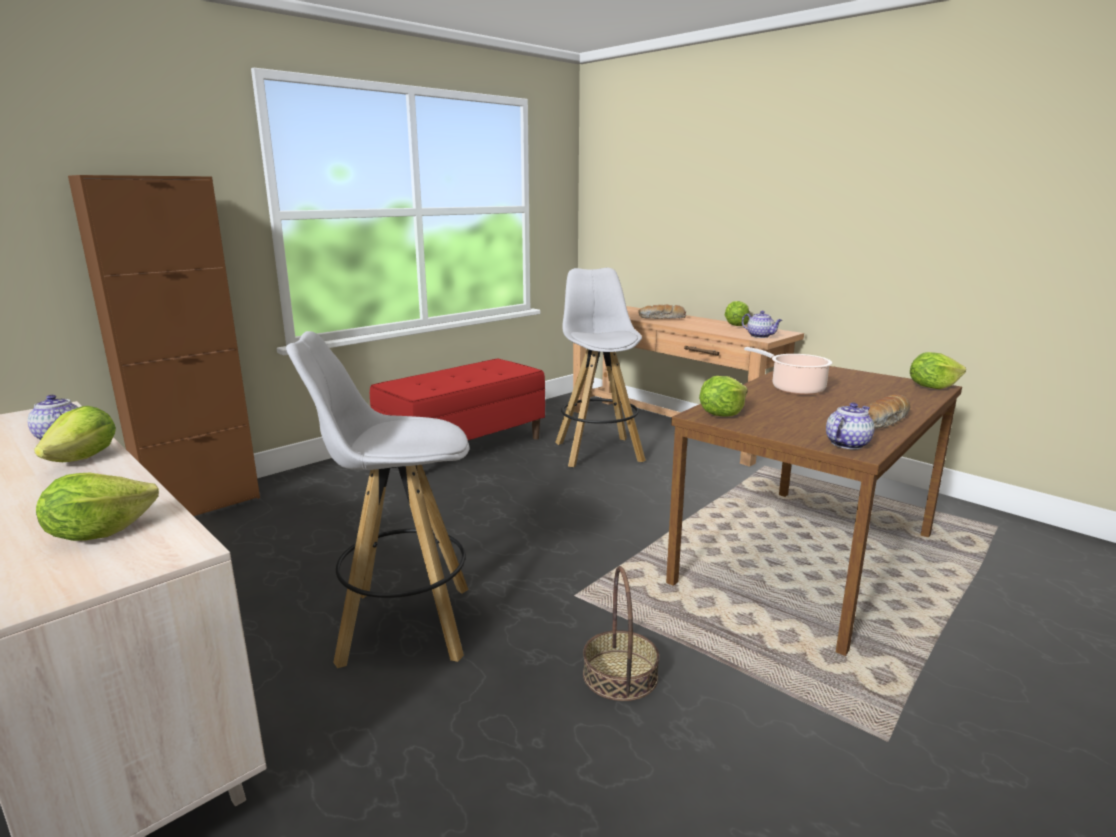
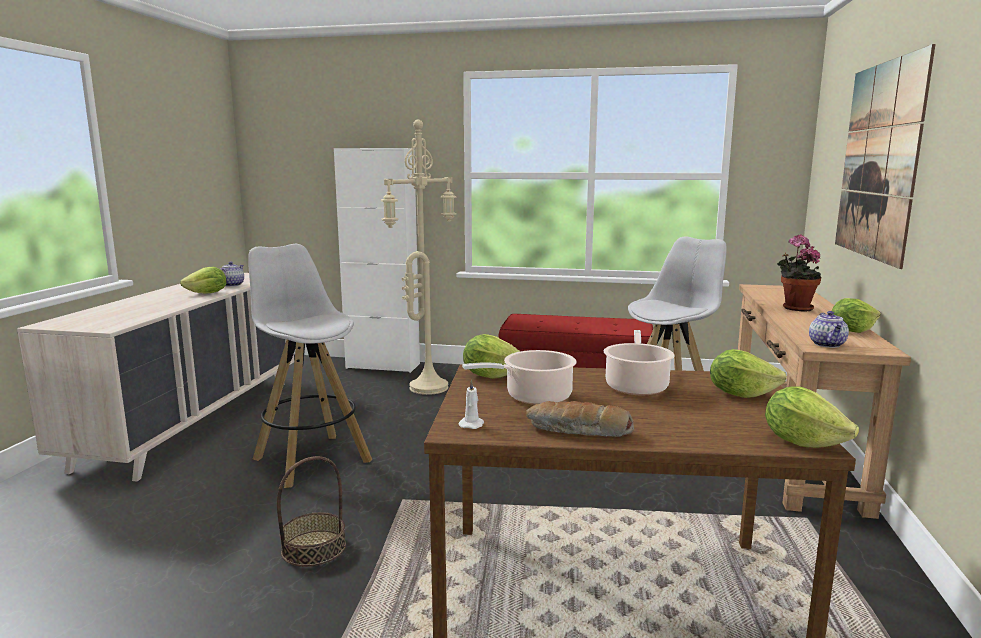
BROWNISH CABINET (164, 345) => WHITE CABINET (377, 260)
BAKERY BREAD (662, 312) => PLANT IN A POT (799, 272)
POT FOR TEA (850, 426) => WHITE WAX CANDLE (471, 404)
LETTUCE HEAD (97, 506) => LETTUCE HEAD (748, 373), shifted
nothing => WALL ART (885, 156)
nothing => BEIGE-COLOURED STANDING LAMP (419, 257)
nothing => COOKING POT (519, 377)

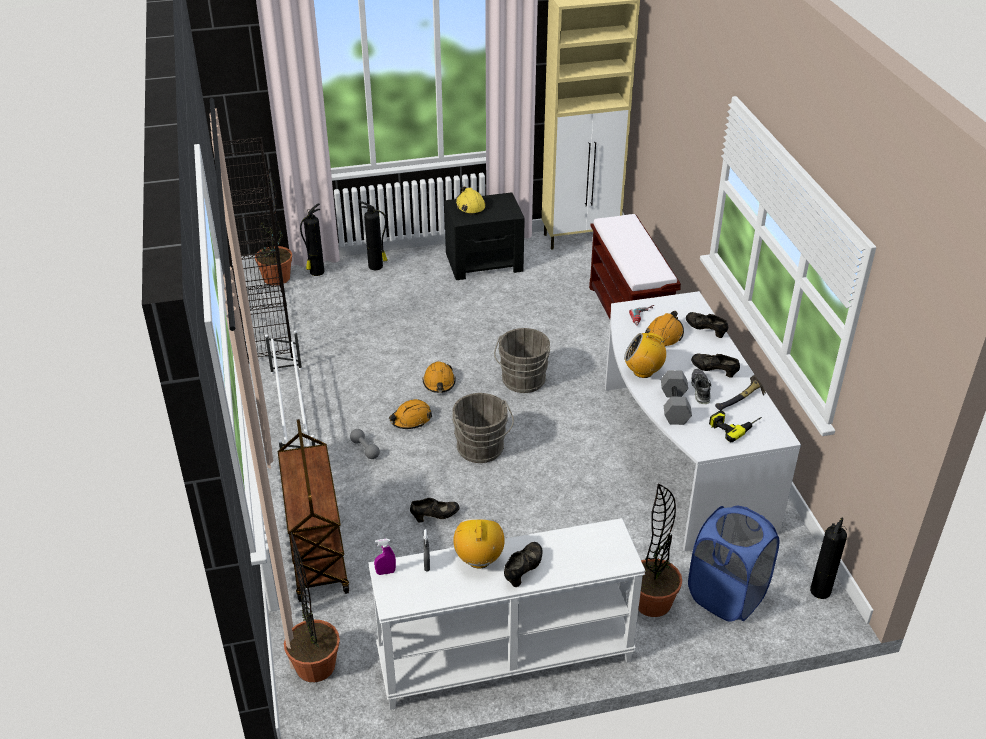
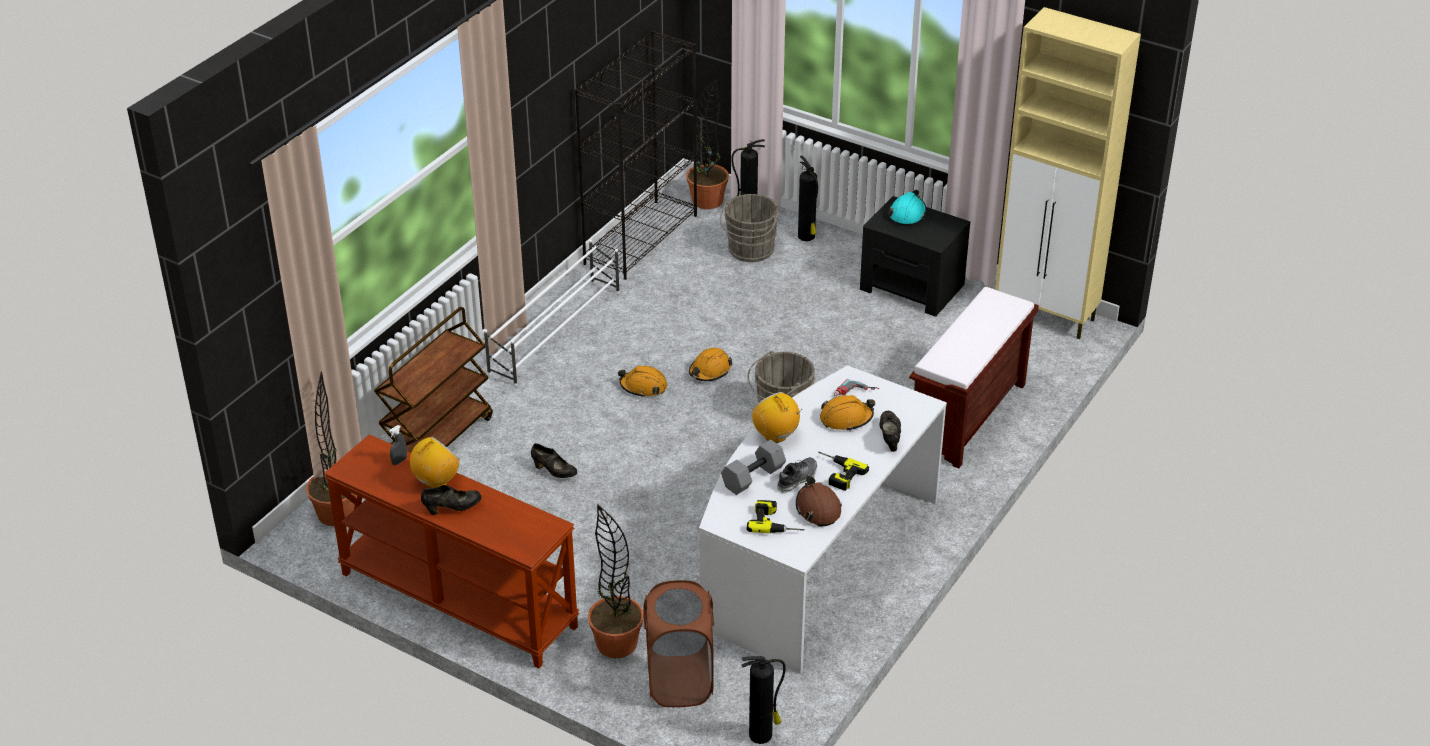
YELLOWISH WORK HELMET (470, 201) => TURQUOISE WORK HELMET (907, 208)
BLACK ITEM OF FOOTWEAR (715, 365) => ELECTRIC DRILL (843, 471)
HAND HAMMER (740, 392) => BROWNISH WORK HELMET (819, 501)
GREYISH PAIL (483, 428) => GREYISH PAIL (749, 228), shifted
GREYISH HAND WEIGHT (365, 444) => nothing
BLUE LAUNDRY BASKET (733, 564) => BROWNISH LAUNDRY BASKET (678, 643)
WHITE CONSOLE TABLE (506, 614) => BROWNISH CONSOLE TABLE (451, 551)
PURPLISH SPRAY BOTTLE (385, 557) => nothing

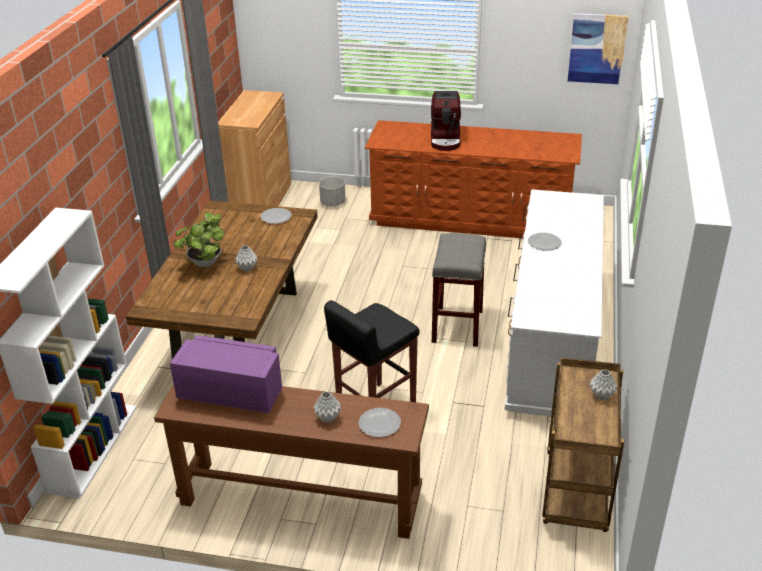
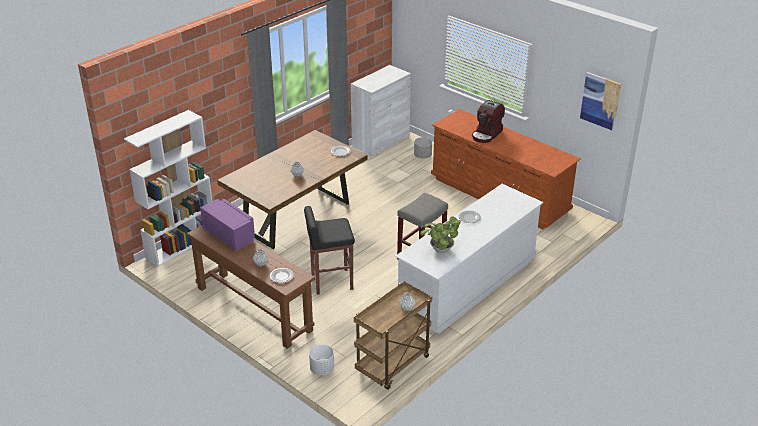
BROWNISH CABINET (254, 148) => WHITE CABINET (381, 111)
PLANT IN A POT (198, 239) => PLANT IN A POT (440, 234), shifted
nothing => WHITE PLANTER (321, 360)

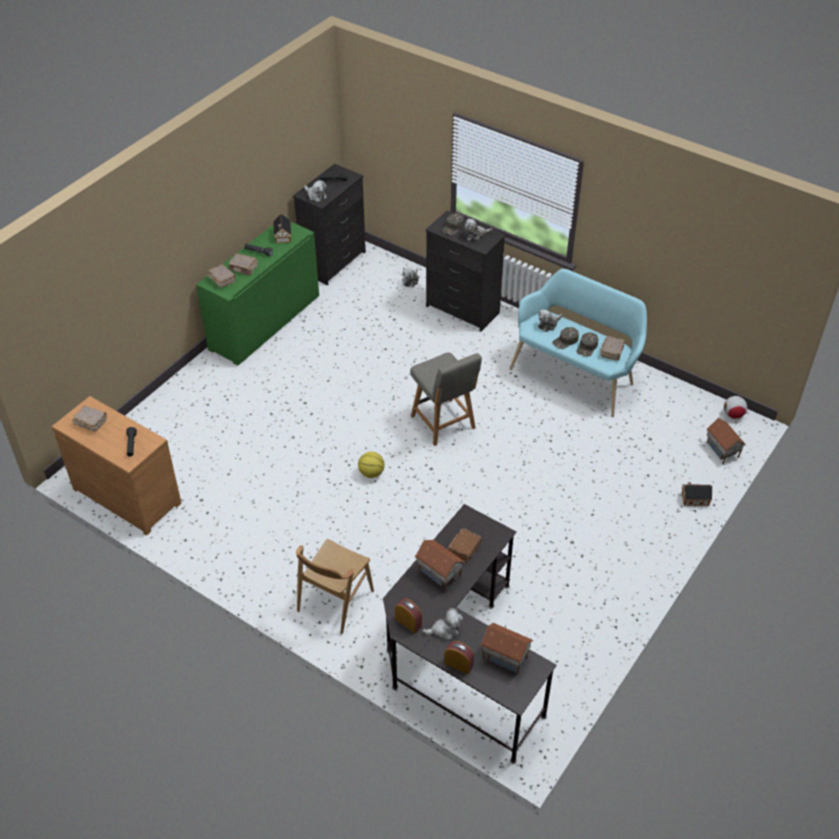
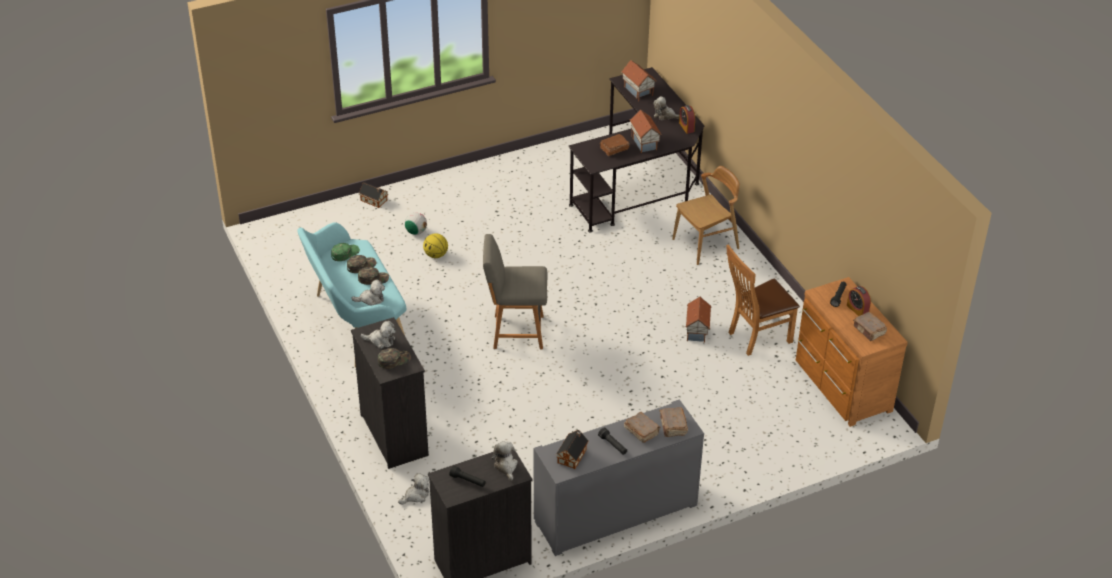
GREEN CABINET (257, 294) => GREYISH CABINET (619, 477)
BROWNISH BOUND BOOK (613, 348) => GREEN BASEBALL CAP (345, 252)
GREYISH CHAIR (446, 399) => GREYISH CHAIR (515, 291), 90 degrees counterclockwise
BALL FOR FOOTBALL (735, 407) => BALL FOR FOOTBALL (416, 224), shifted
MINIATURE HOUSE (726, 441) => MINIATURE HOUSE (698, 320), shifted
BASKETBALL (371, 465) => BASKETBALL (435, 245), shifted
BEDSIDE CLOCK (459, 657) => BEDSIDE CLOCK (859, 301), shifted
nothing => BROWNISH CHAIR (763, 300)

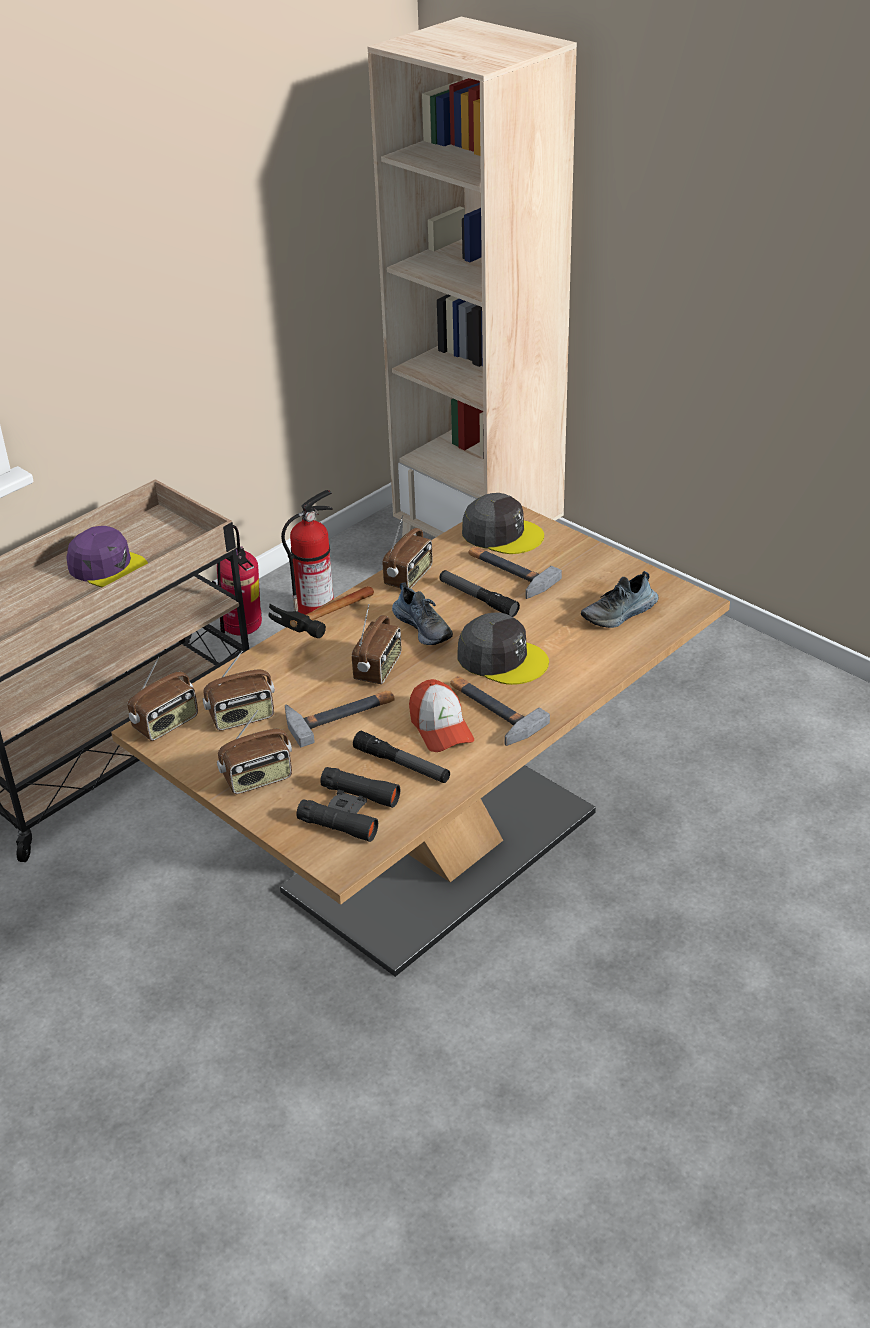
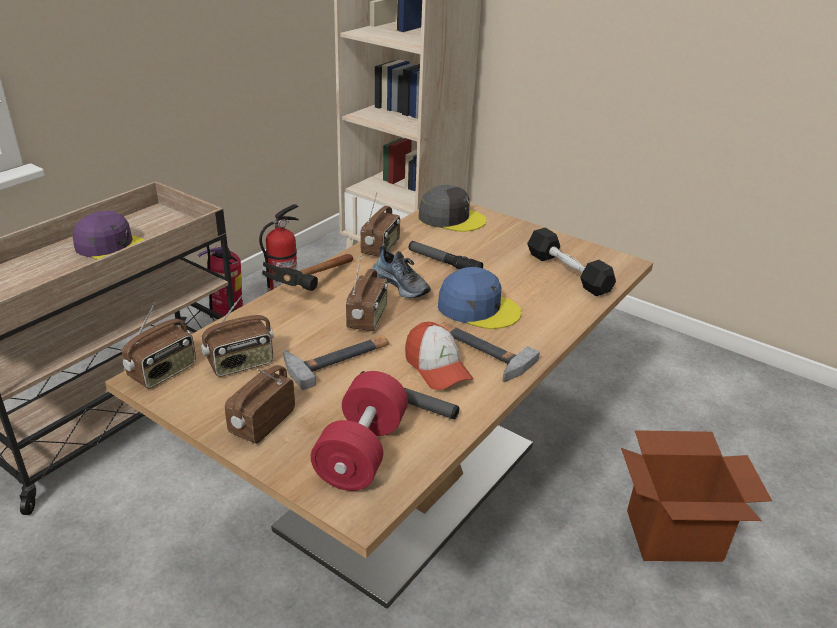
HAND HAMMER (515, 572) => nothing
ITEM OF FOOTWEAR (619, 599) => BLACK HAND WEIGHT (571, 262)
GREYISH BASEBALL CAP (503, 648) => BLUE BASEBALL CAP (480, 298)
RADIO RECEIVER (254, 752) => RADIO RECEIVER (260, 404), 150 degrees clockwise
BLACK FIELD GLASSES (348, 804) => RED-COLOURED HAND WEIGHT (359, 431)
nothing => CARDBOARD BOX (696, 496)

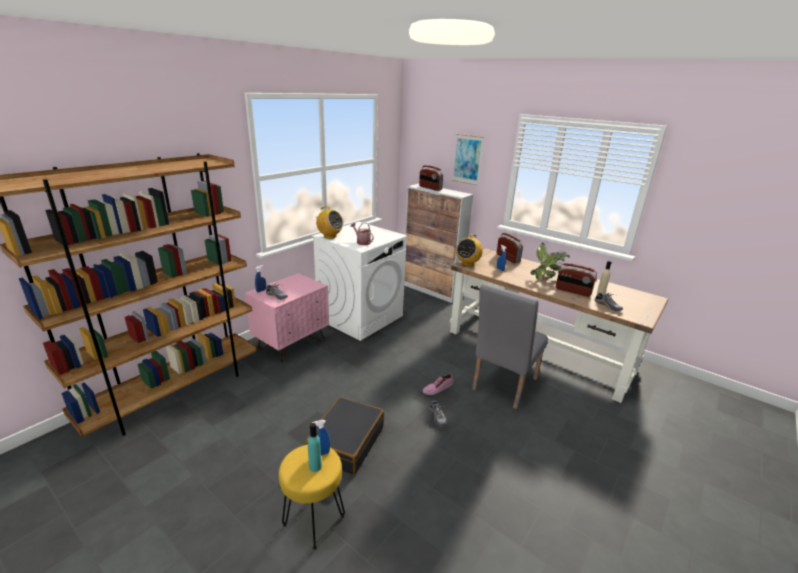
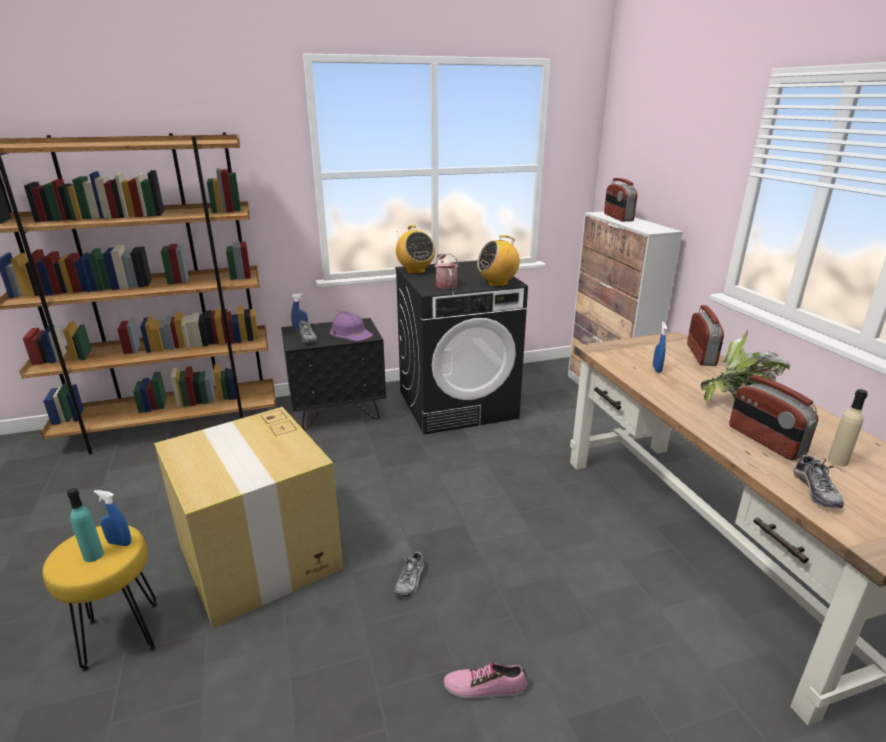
WALL ART (468, 159) => nothing
WHITE LAUNDRY APPLIANCE (359, 281) => BLACK LAUNDRY APPLIANCE (461, 347)
RADIO RECEIVER (469, 250) => RADIO RECEIVER (498, 261), shifted
PINK BEDSIDE TABLE (287, 317) => BLACK BEDSIDE TABLE (333, 374)
GREYISH CHAIR (510, 346) => nothing
ITEM OF FOOTWEAR (438, 384) => ITEM OF FOOTWEAR (485, 681), shifted
BLACK PIECE OF LUGGAGE (344, 436) => CARDBOARD BOX (248, 517)
nothing => PURPLISH WORK HELMET (351, 326)

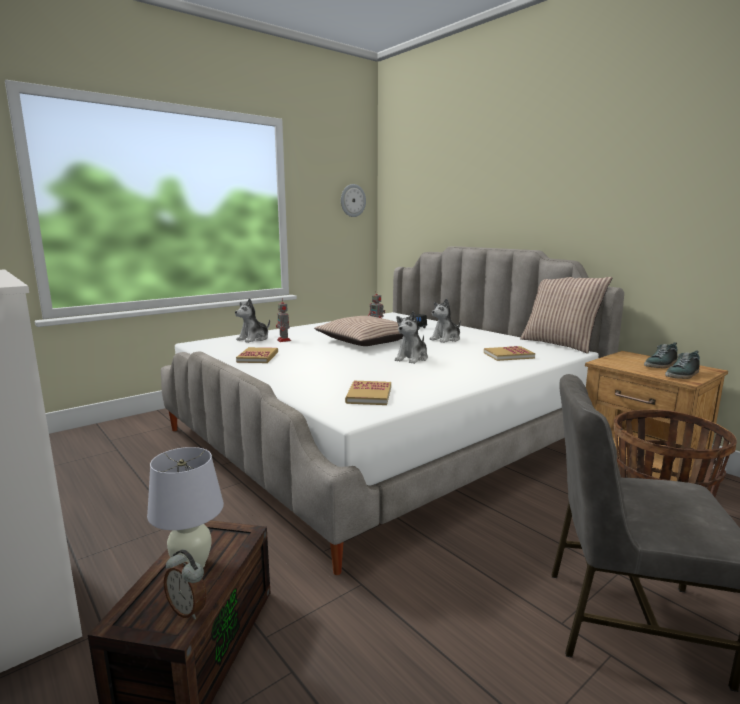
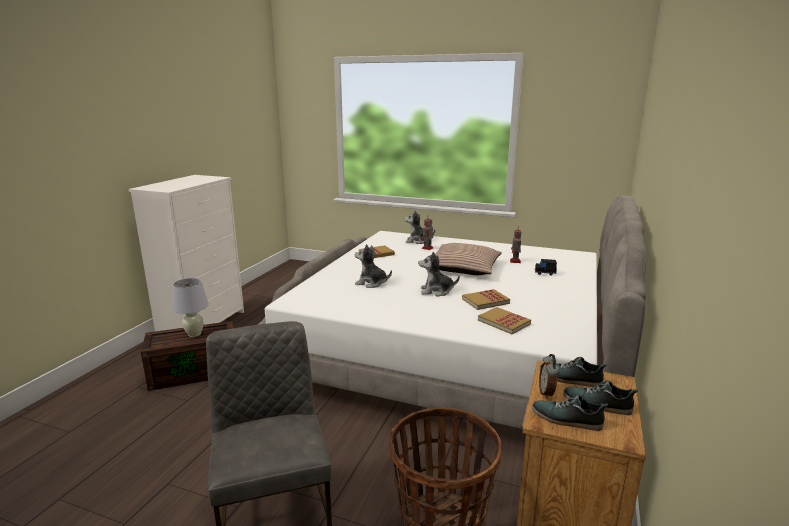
CLOCK ON THE WALL (353, 200) => nothing
CUSHION (566, 315) => nothing
SOFT TOY (445, 320) => SOFT TOY (373, 266), shifted
BOUND BOOK (368, 393) => BOUND BOOK (486, 299), shifted
BEDSIDE CLOCK (185, 584) => BEDSIDE CLOCK (549, 376), shifted
nothing => ITEM OF FOOTWEAR (573, 372)

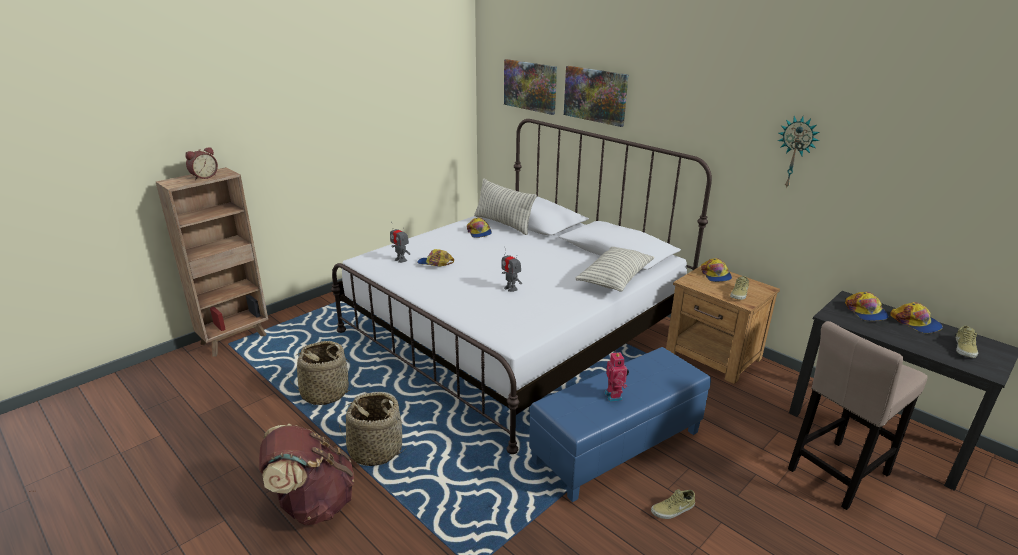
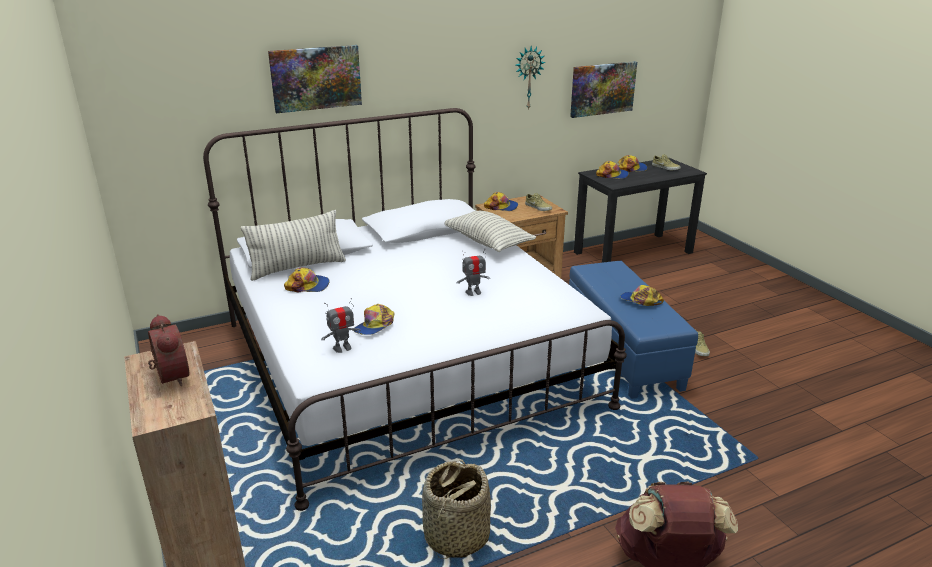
WALL ART (530, 87) => WALL ART (603, 89), shifted
BEIGE-COLOURED STOOL SEAT (858, 415) => nothing
TOY ROBOT (616, 376) => BASEBALL CAP (642, 295)
HOUSEHOLD BASKET (372, 429) => nothing

